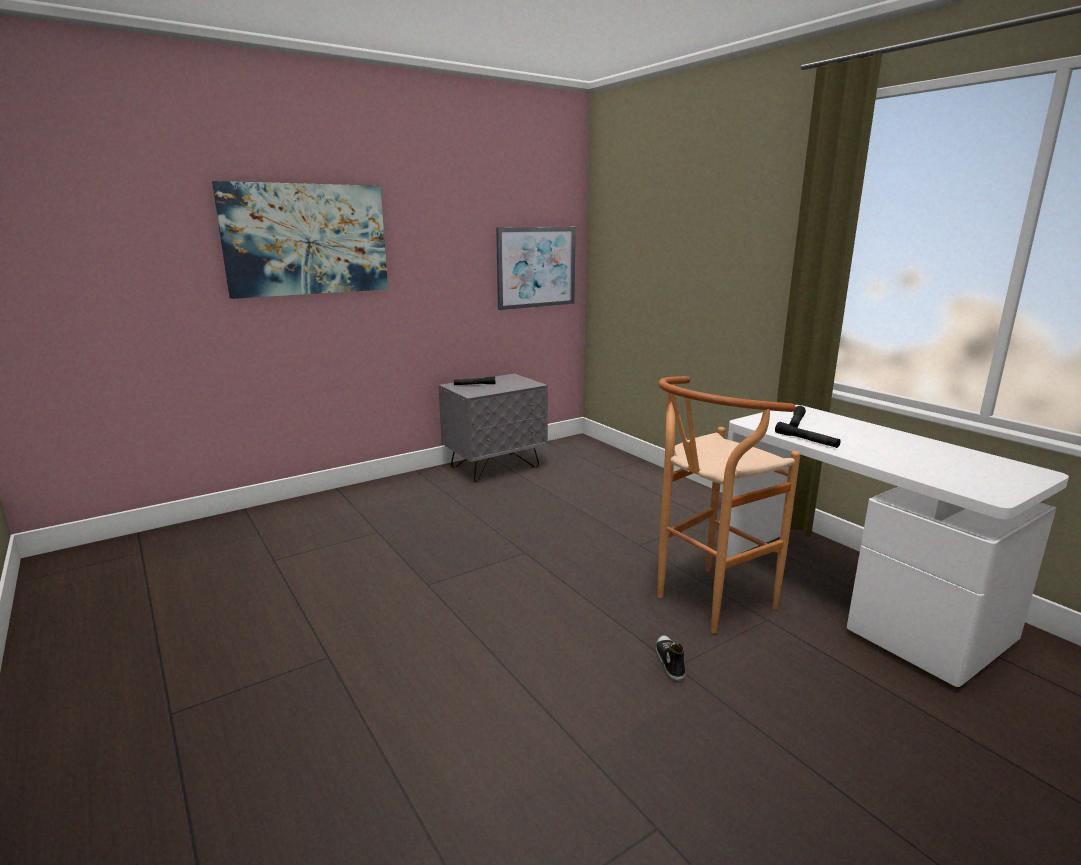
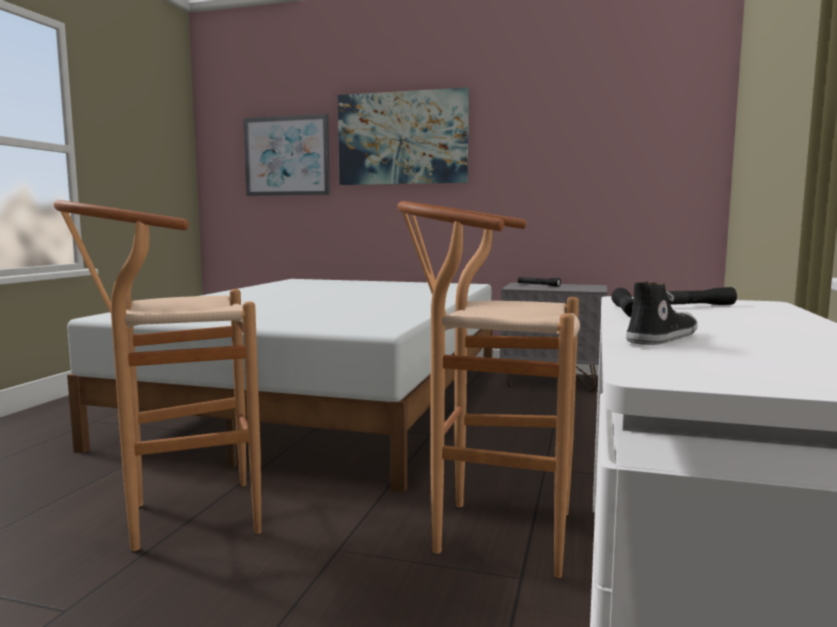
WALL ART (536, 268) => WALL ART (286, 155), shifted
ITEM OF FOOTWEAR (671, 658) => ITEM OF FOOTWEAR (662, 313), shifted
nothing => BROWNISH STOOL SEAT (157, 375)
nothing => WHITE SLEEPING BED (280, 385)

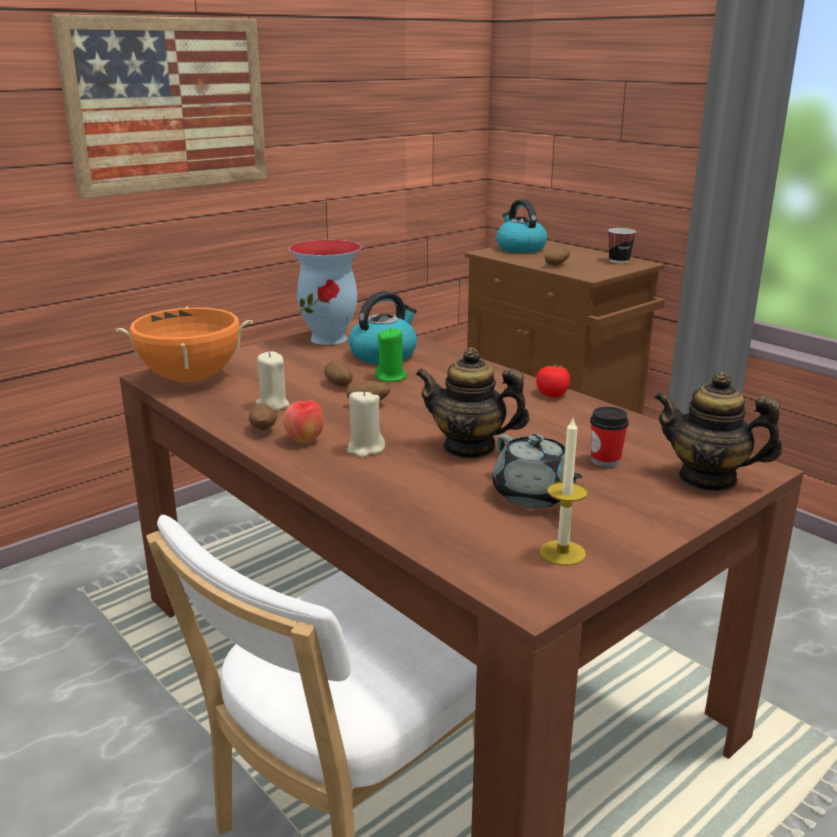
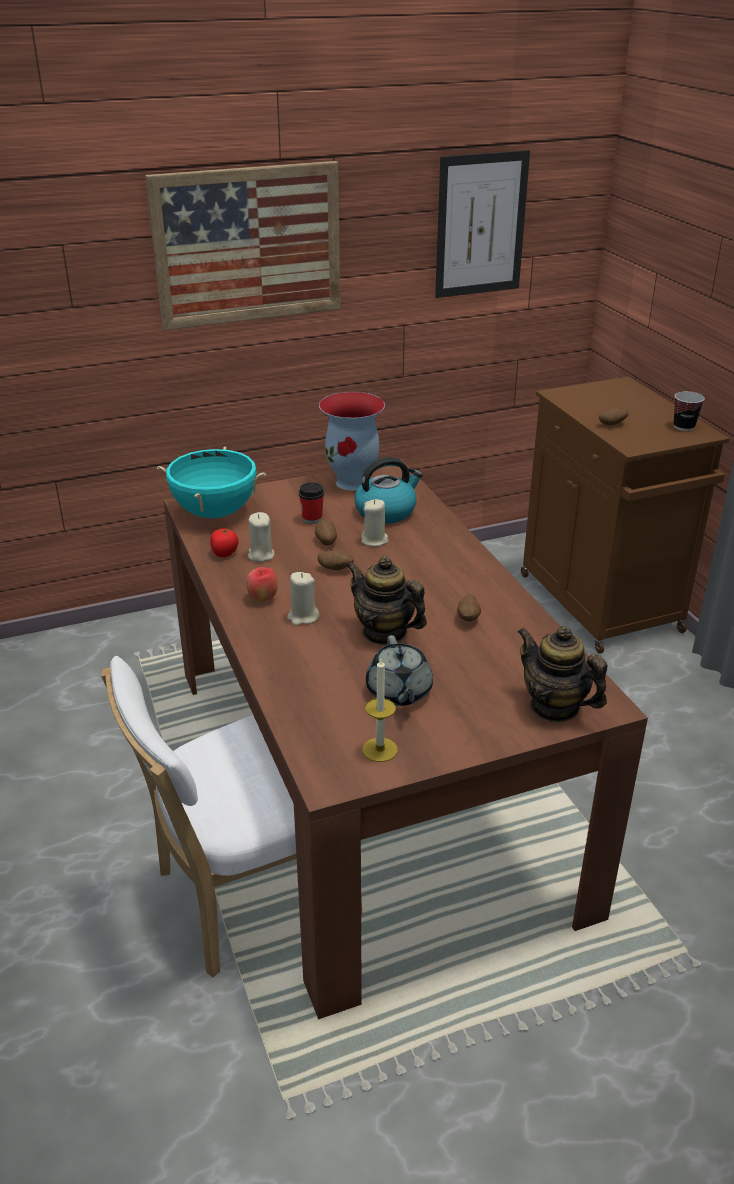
KETTLE (521, 226) => nothing
ORANGE-COLOURED COOKING POT (184, 344) => TURQUOISE COOKING POT (211, 482)
GREEN WAX CANDLE (391, 355) => BEIGE-COLOURED WAX CANDLE (375, 522)
TOMATO (553, 381) => TOMATO (224, 542), shifted
WHOLE POTATO (263, 417) => WHOLE POTATO (469, 607), shifted
DRINKING CUP (609, 437) => DRINKING CUP (311, 503), shifted
nothing => WALL ART (482, 224)

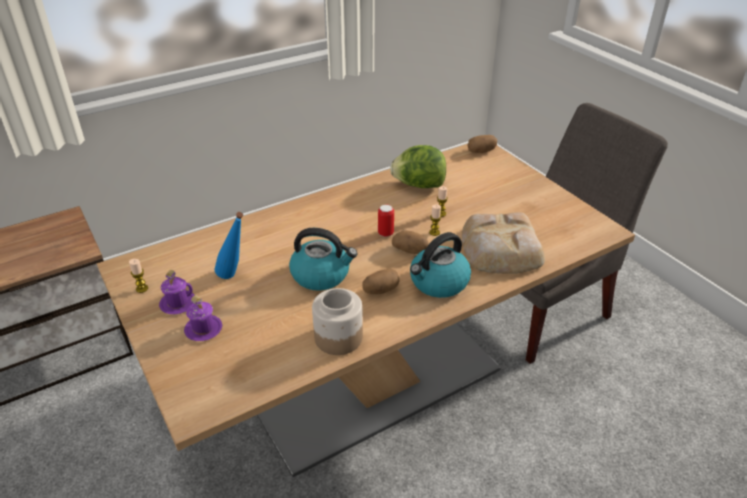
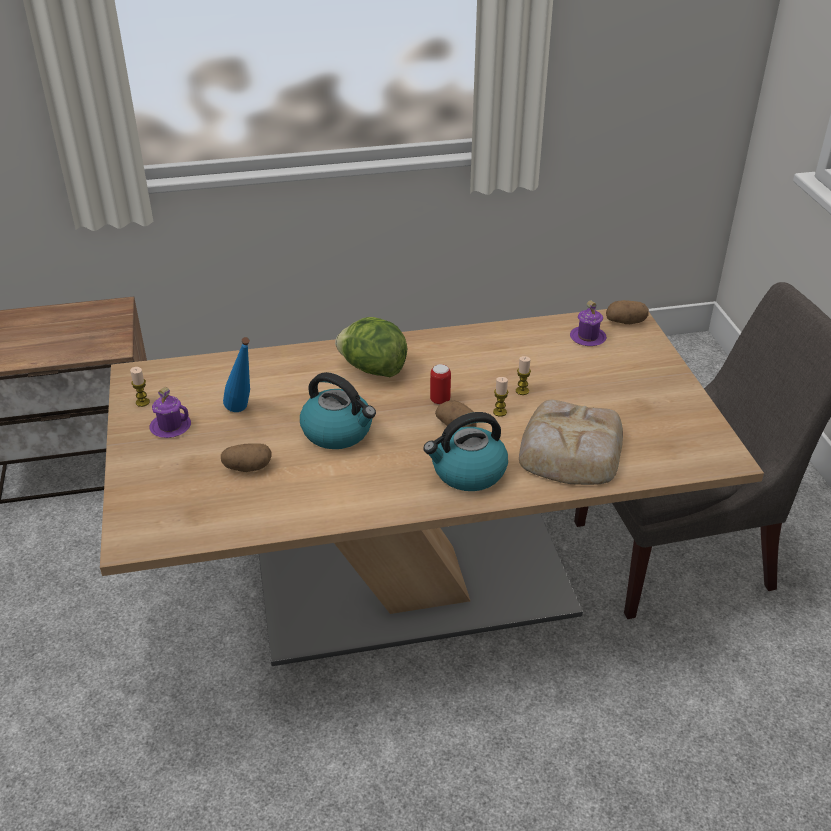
LETTUCE HEAD (418, 166) => LETTUCE HEAD (371, 347), shifted
WHOLE POTATO (381, 281) => WHOLE POTATO (246, 457), shifted
JAR (337, 321) => nothing
PURPLISH COFFEE MUG (203, 318) => PURPLISH COFFEE MUG (588, 323), shifted

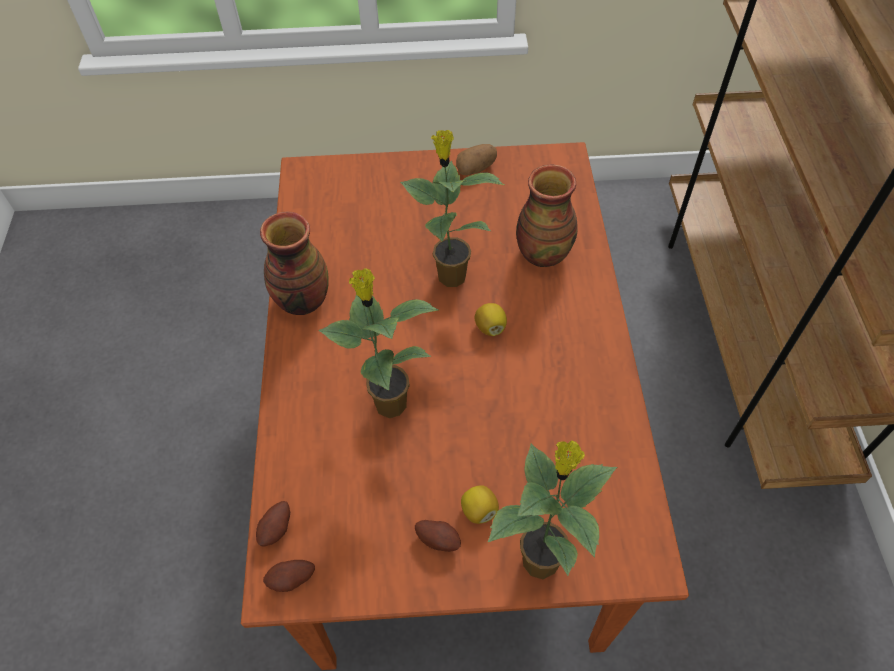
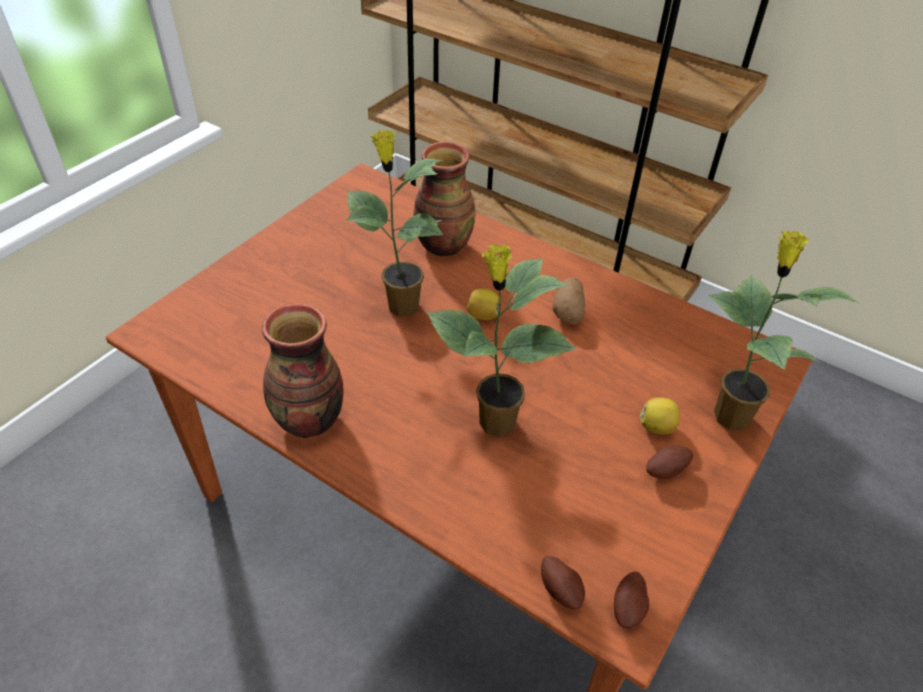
WHOLE POTATO (476, 159) => WHOLE POTATO (569, 301), shifted

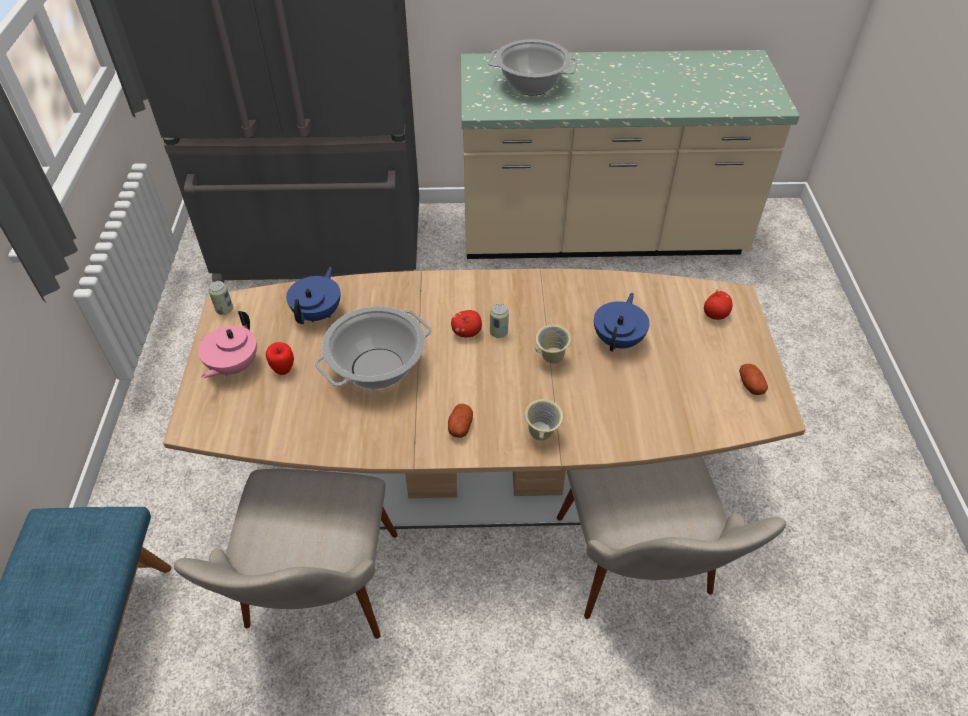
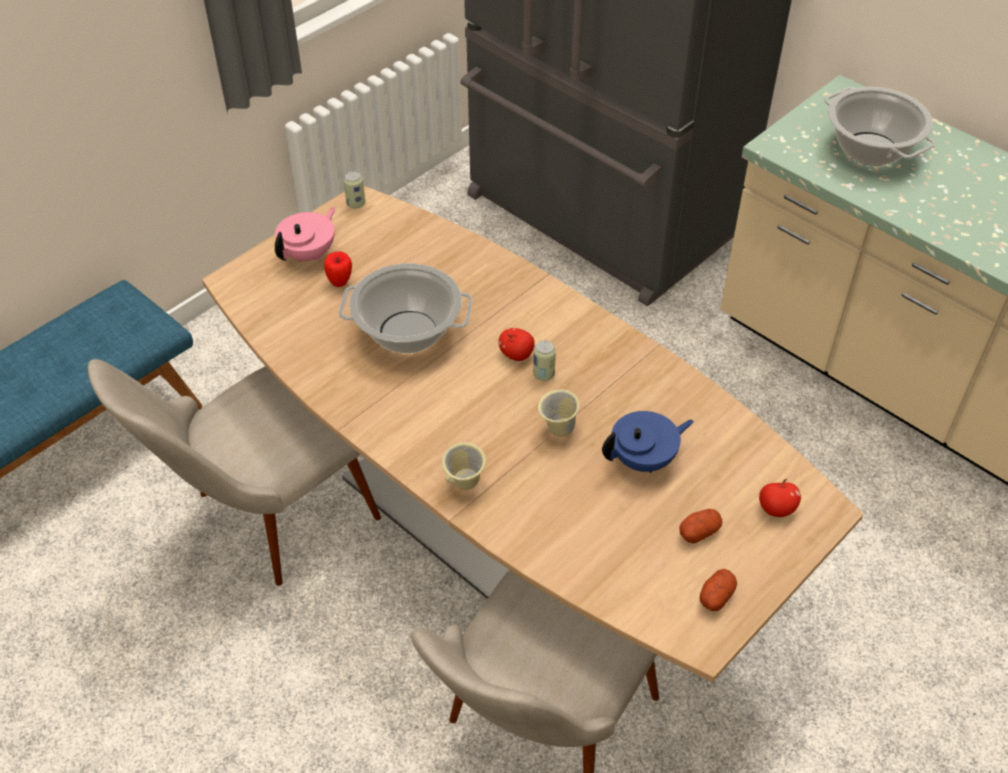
BLUE POT FOR TEA (313, 295) => nothing
PINK POT FOR TEA (227, 344) => PINK POT FOR TEA (305, 234), 150 degrees clockwise
WHOLE POTATO (460, 421) => WHOLE POTATO (700, 526), shifted

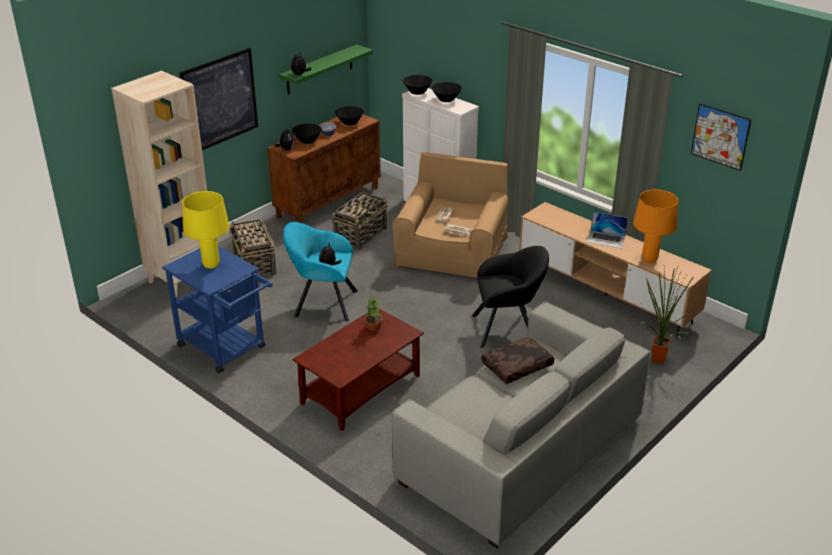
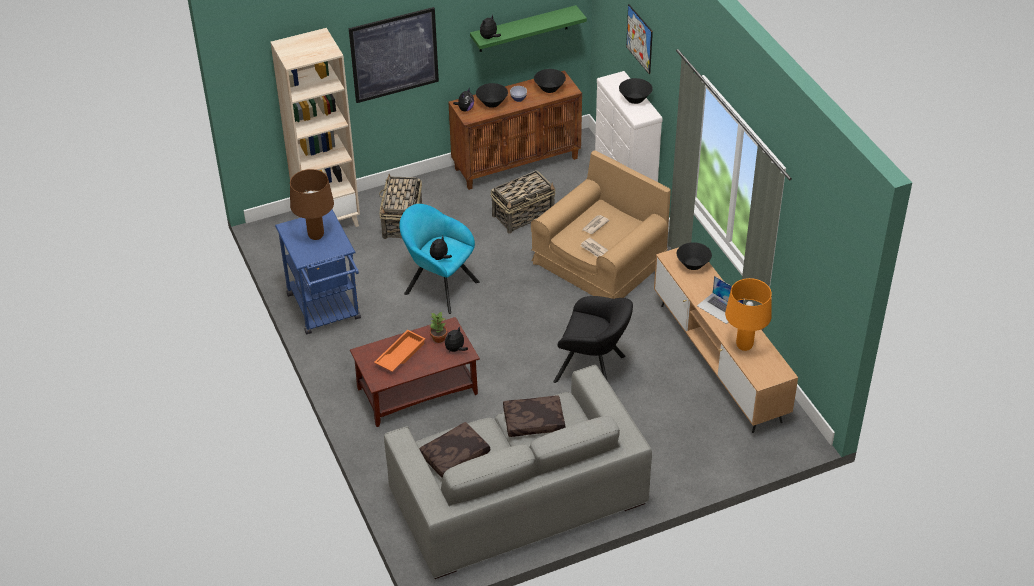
BLACK SERVING BOWL (418, 85) => BLACK SERVING BOWL (694, 256), shifted
WALL ART (721, 137) => WALL ART (639, 39), shifted
YELLOWISH LAMP FOR A TABLE (206, 230) => BROWNISH LAMP FOR A TABLE (312, 204)
PLANT IN A POT (668, 314) => nothing
nothing => SOFT TOY (456, 339)
nothing => ORANGE-COLOURED SERVING TRAY (400, 351)
nothing => BROWNISH CUSHION (454, 450)

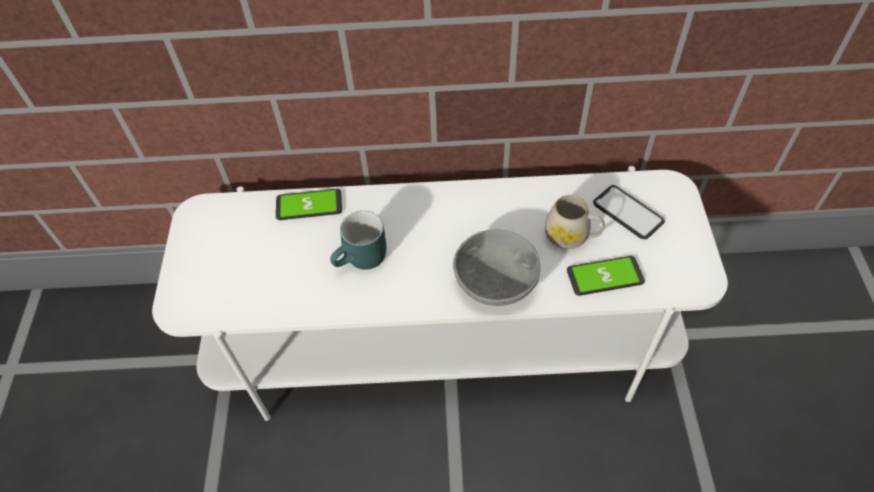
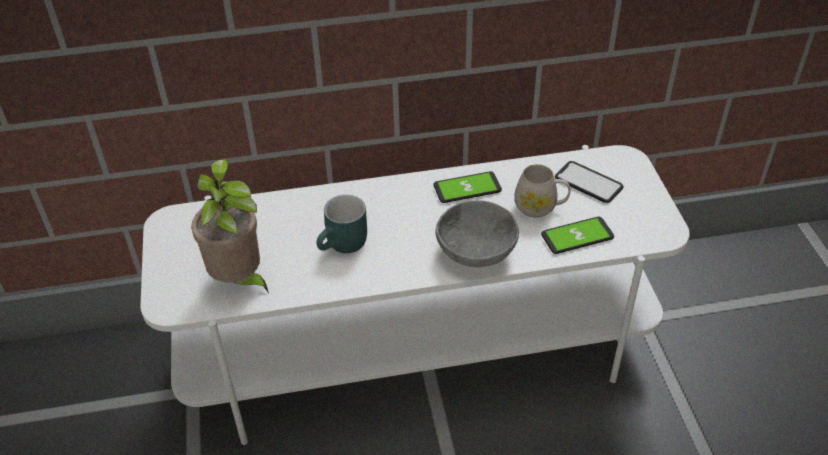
TELEPHONE (309, 204) => TELEPHONE (467, 187), shifted
nothing => PLANT IN A POT (230, 226)

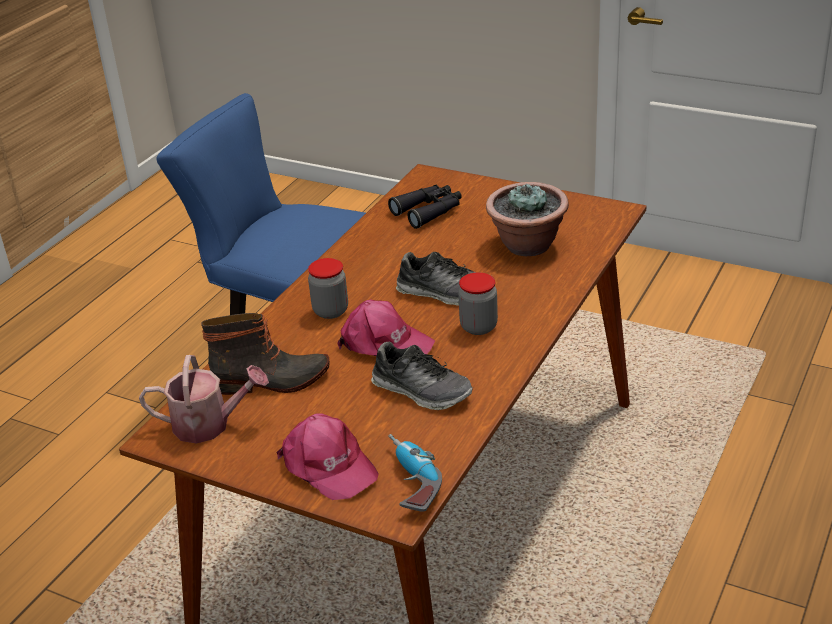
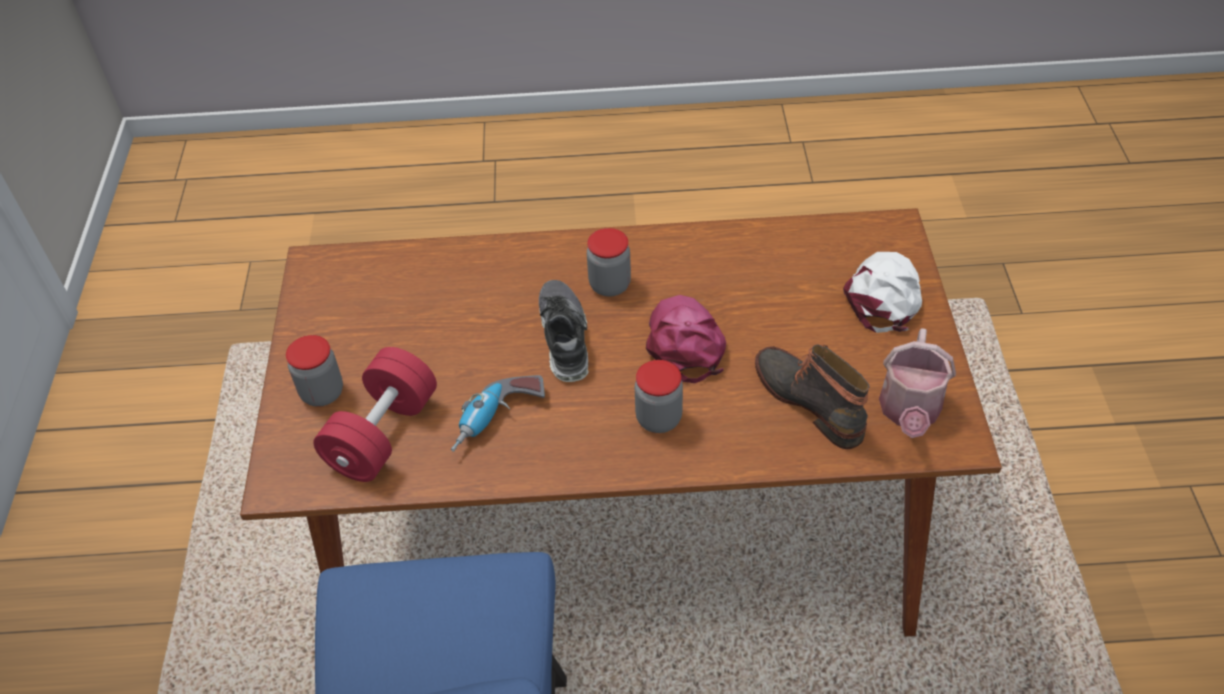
PLANT IN A POT (527, 219) => nothing
BLACK FIELD GLASSES (425, 207) => RED-COLOURED HAND WEIGHT (375, 414)
ITEM OF FOOTWEAR (422, 376) => nothing
WATERING CAN (204, 399) => WATERING CAN (917, 383), 135 degrees counterclockwise
PINK BASEBALL CAP (327, 456) => WHITE BASEBALL CAP (882, 292)
ELECTRIC DRILL (415, 473) => ELECTRIC DRILL (498, 413), shifted
nothing => JAR (314, 371)

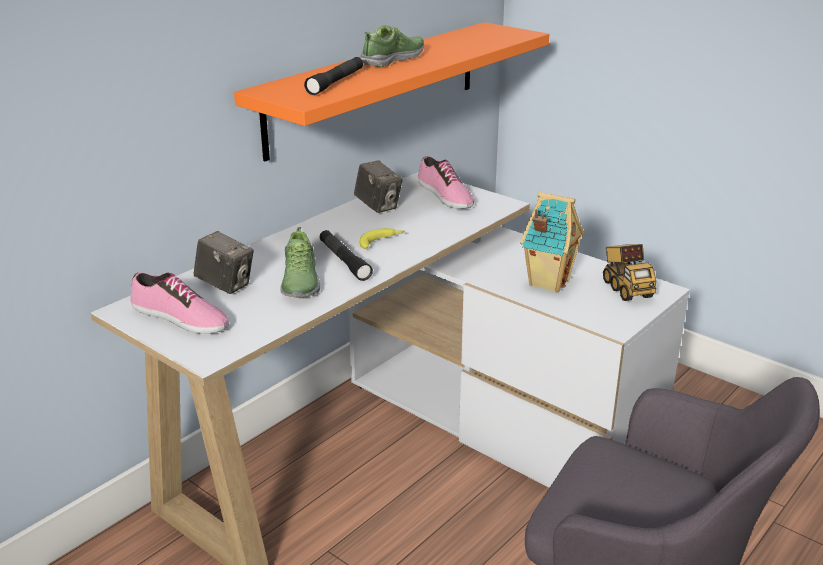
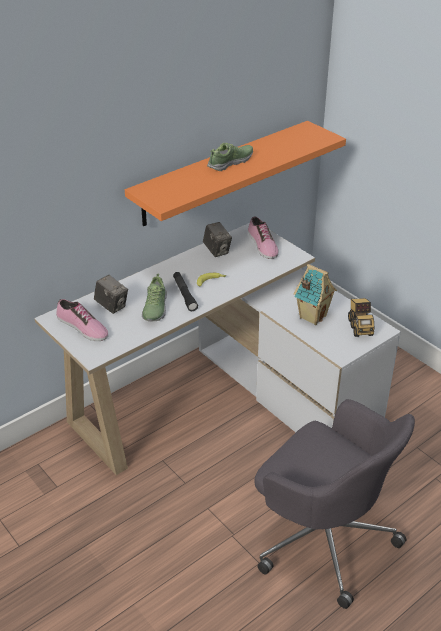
BLACK FLASHLIGHT (333, 76) => nothing

